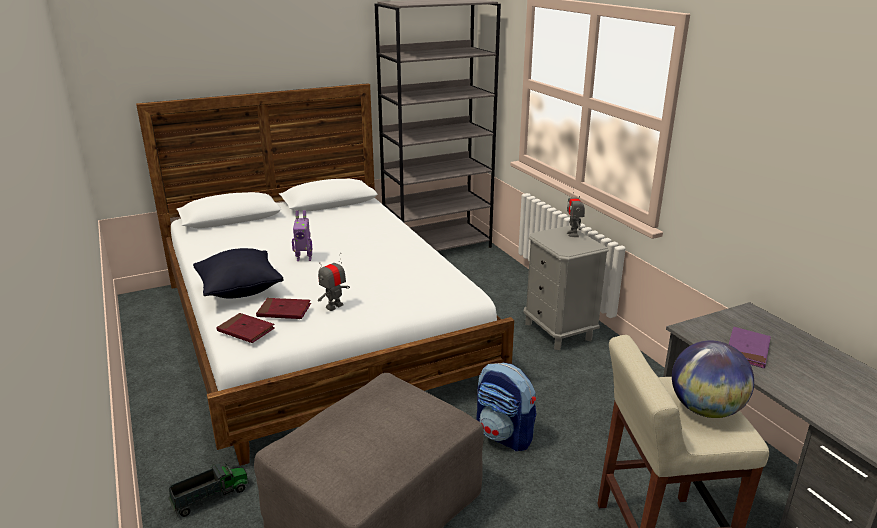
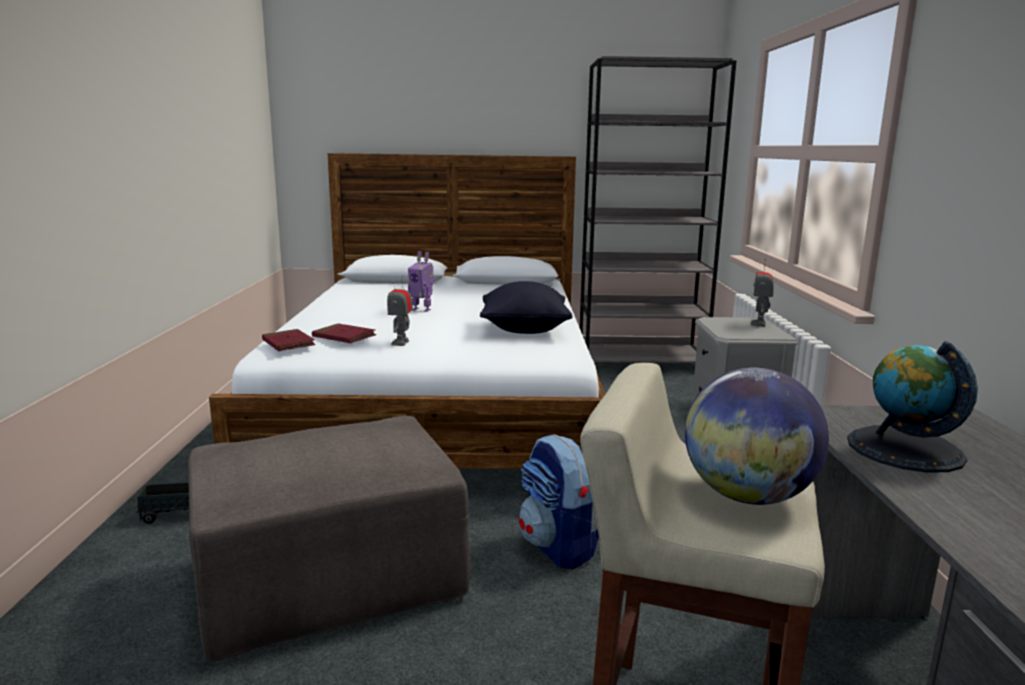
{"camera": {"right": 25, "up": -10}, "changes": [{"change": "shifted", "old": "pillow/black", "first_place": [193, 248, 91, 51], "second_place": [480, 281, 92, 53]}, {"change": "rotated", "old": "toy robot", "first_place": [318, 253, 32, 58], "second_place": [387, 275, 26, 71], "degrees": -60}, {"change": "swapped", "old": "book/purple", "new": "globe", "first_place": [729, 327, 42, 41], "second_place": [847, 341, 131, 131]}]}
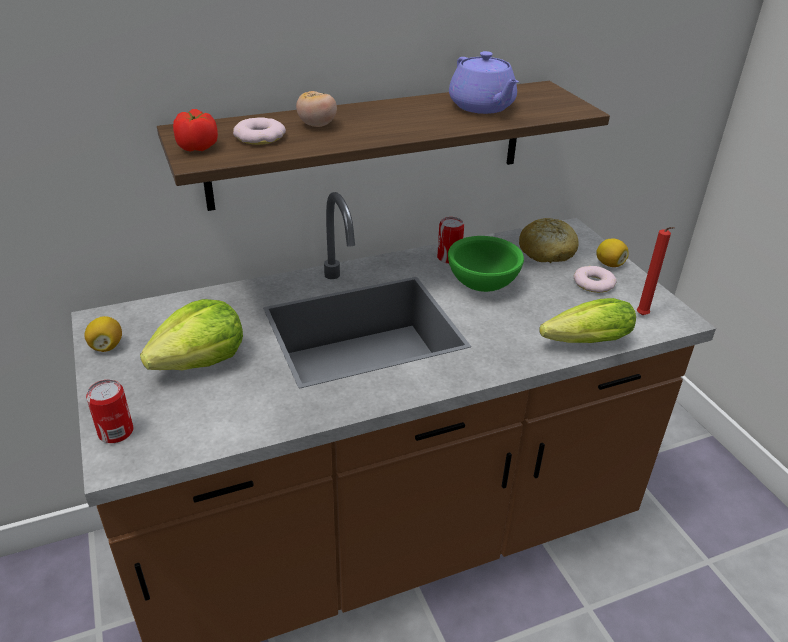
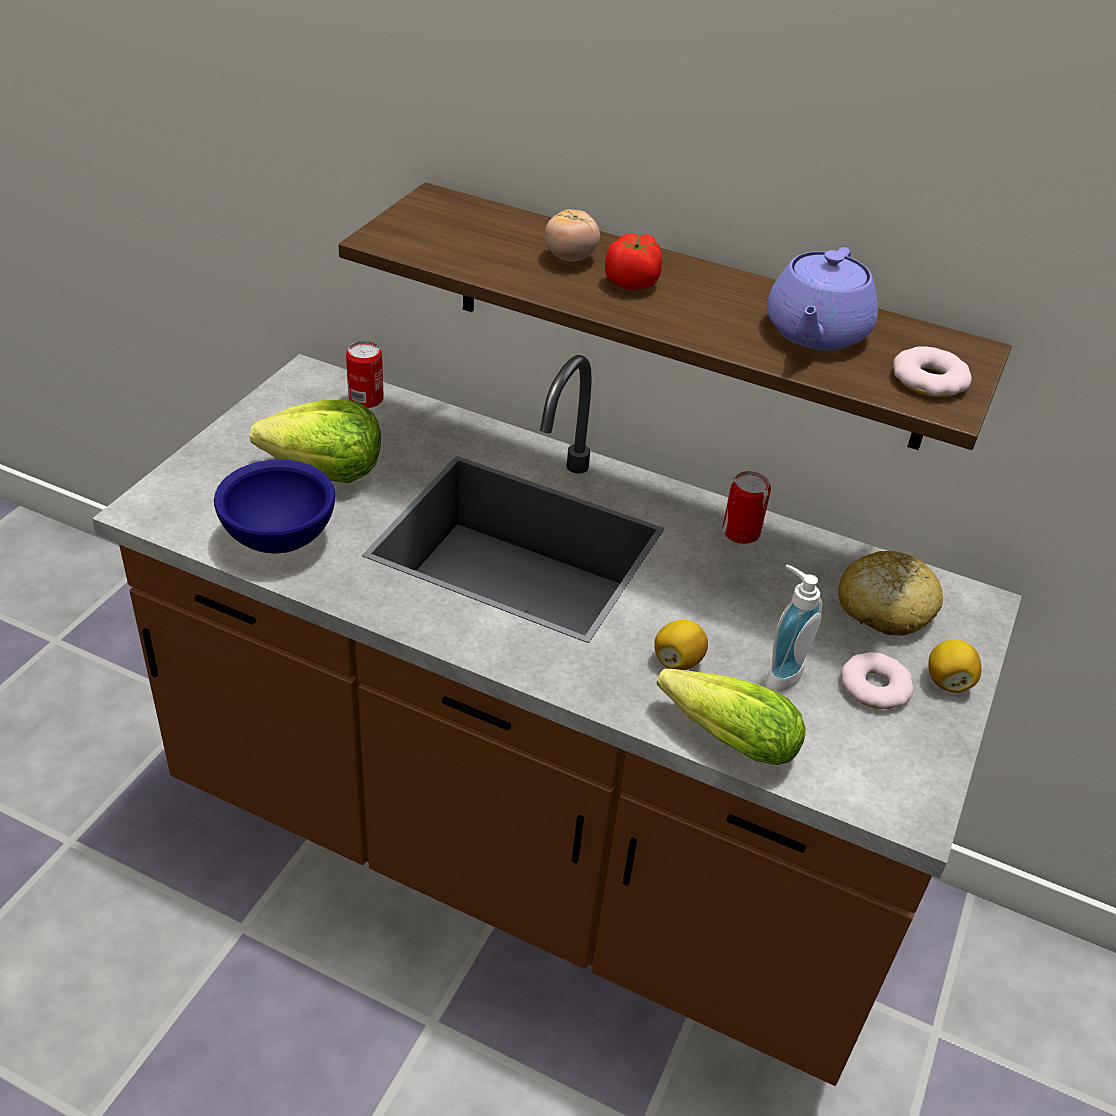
{"camera": {"right": 45, "up": 5}, "changes": [{"change": "shifted", "old": "tomato", "first_place": [173, 109, 45, 43], "second_place": [605, 233, 57, 58]}, {"change": "shifted", "old": "donut", "first_place": [233, 117, 53, 28], "second_place": [893, 346, 79, 51]}, {"change": "gone", "old": "candle/red", "first_place": [637, 227, 38, 88]}, {"change": "gone", "old": "bowl/green", "first_place": [448, 236, 76, 56]}, {"change": "shifted", "old": "lemon", "first_place": [84, 316, 38, 36], "second_place": [655, 620, 53, 50]}, {"change": "shifted", "old": "can", "first_place": [86, 380, 47, 63], "second_place": [346, 341, 38, 67]}, {"change": "new", "new": "bowl/blue", "second_place": [214, 460, 121, 93]}, {"change": "new", "new": "soap dispenser", "second_place": [765, 564, 57, 128]}]}
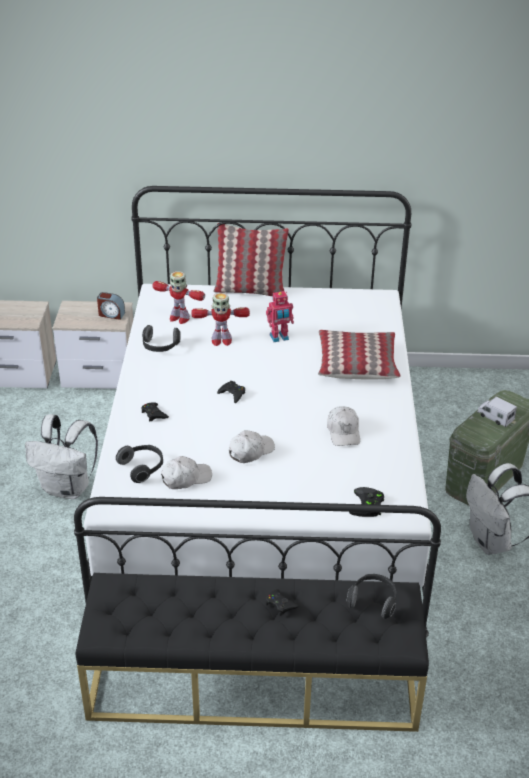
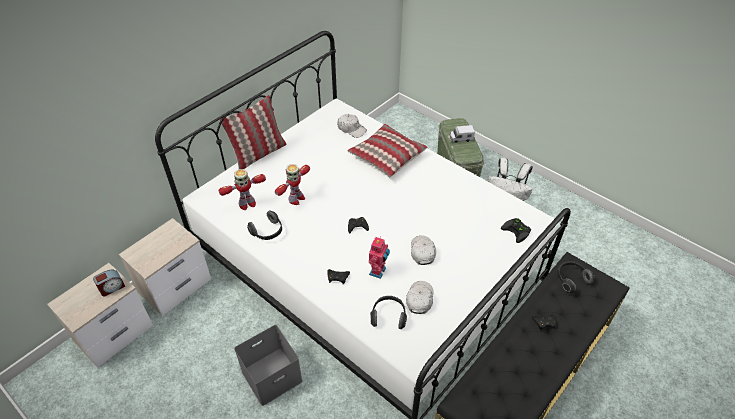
{"camera": {"right": -50, "up": 10}, "changes": [{"change": "shifted", "old": "toy robot", "first_place": [266, 291, 28, 51], "second_place": [369, 236, 21, 43]}, {"change": "shifted", "old": "alarm clock", "first_place": [97, 292, 28, 28], "second_place": [93, 270, 32, 26]}, {"change": "shifted", "old": "cap/white", "first_place": [327, 406, 33, 40], "second_place": [337, 114, 30, 24]}, {"change": "swapped", "old": "backpack/white", "new": "storage box/grey", "first_place": [25, 414, 73, 85], "second_place": [234, 325, 69, 81]}]}
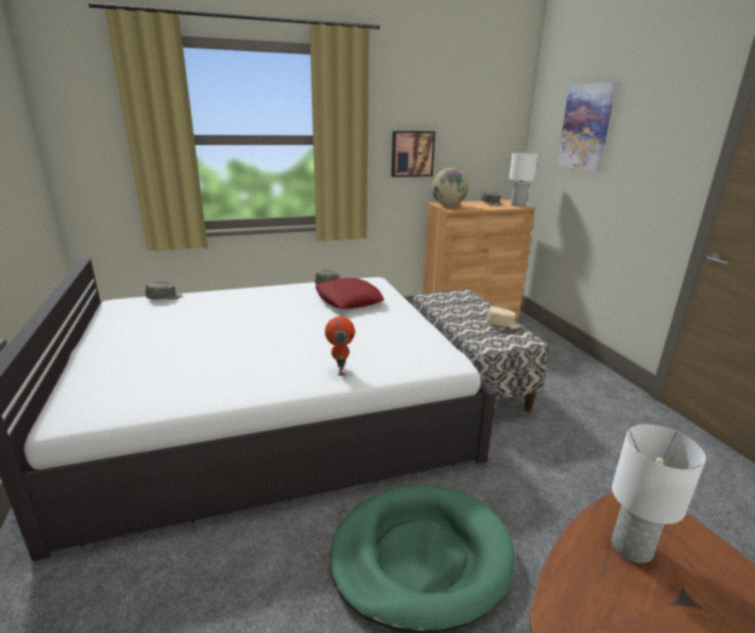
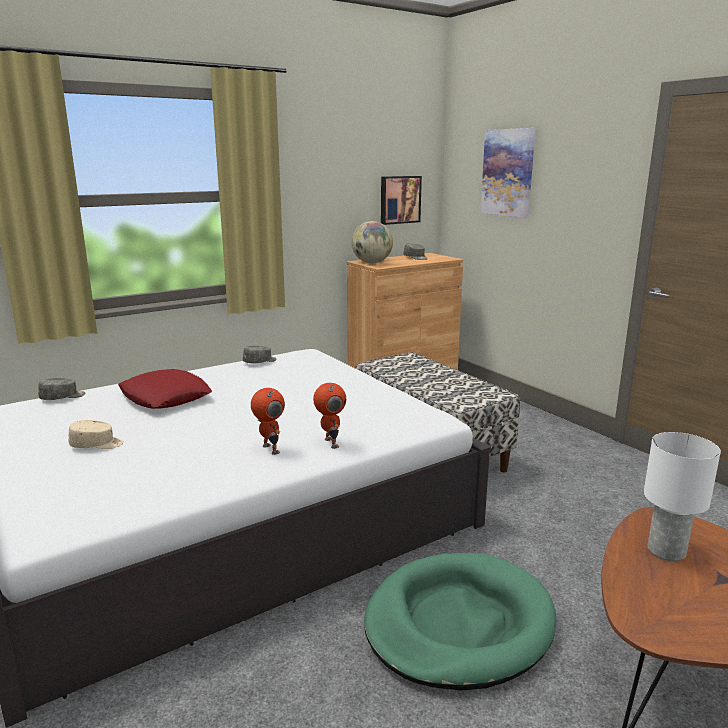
{"camera": {"right": -15, "up": -5}, "changes": [{"change": "shifted", "old": "picture", "first_place": [391, 131, 45, 46], "second_place": [381, 176, 41, 49]}, {"change": "gone", "old": "table lamp/white", "first_place": [509, 153, 29, 54]}, {"change": "shifted", "old": "pillow/red", "first_place": [315, 278, 69, 31], "second_place": [118, 369, 94, 40]}, {"change": "shifted", "old": "cap/beige", "first_place": [486, 307, 35, 21], "second_place": [68, 420, 56, 29]}, {"change": "new", "new": "toy robot", "second_place": [251, 388, 34, 67]}]}
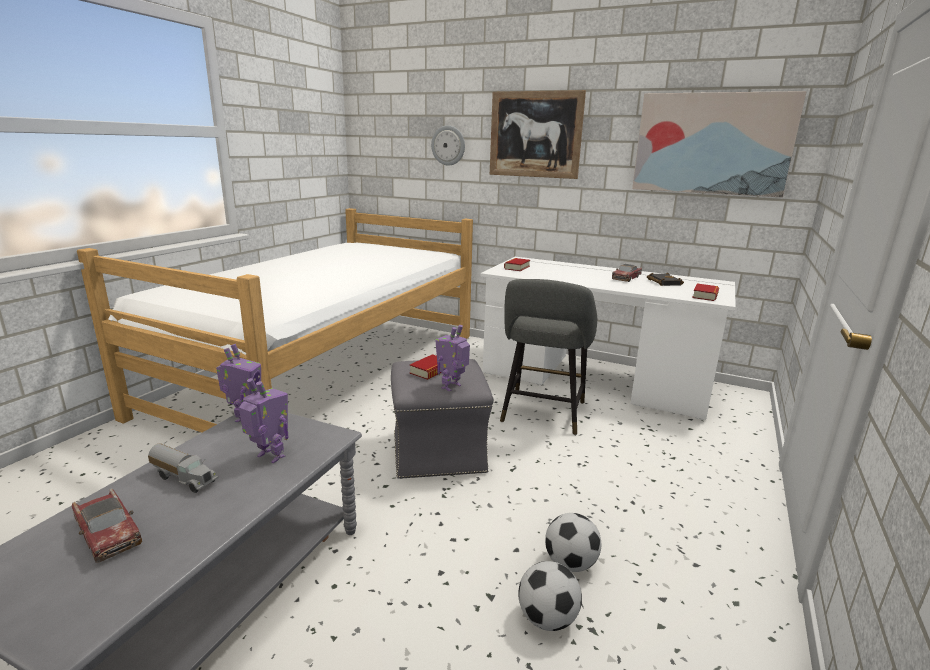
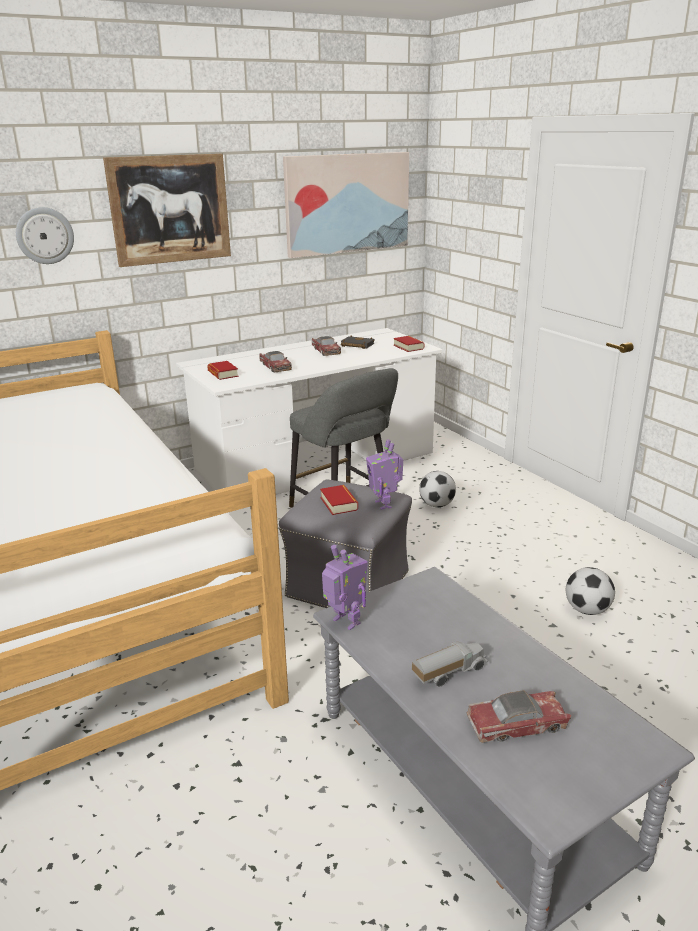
{"camera": {"right": -55, "up": 5}, "changes": [{"change": "gone", "old": "toy robot", "first_place": [239, 378, 49, 85]}, {"change": "shifted", "old": "football", "first_place": [545, 513, 56, 59], "second_place": [419, 471, 37, 36]}, {"change": "new", "new": "toy car", "second_place": [260, 351, 32, 21]}]}
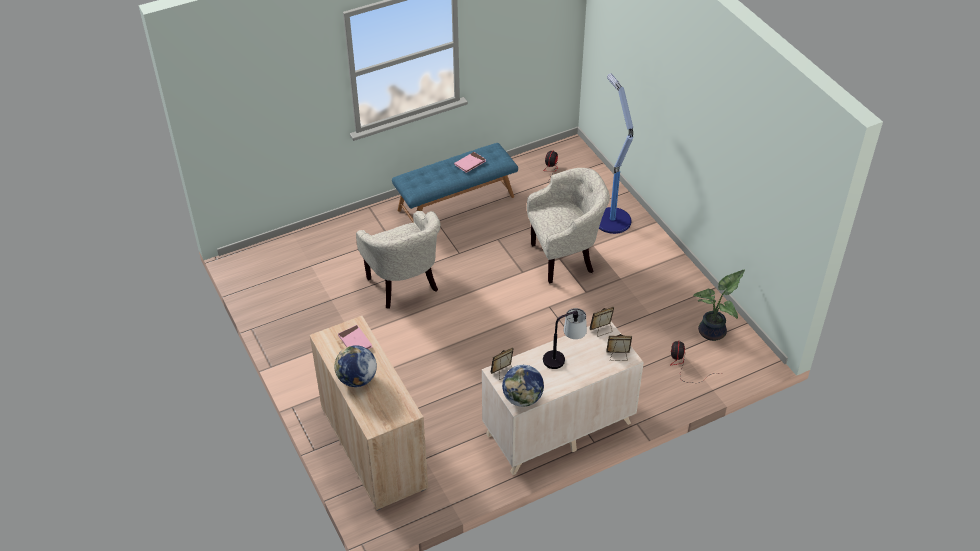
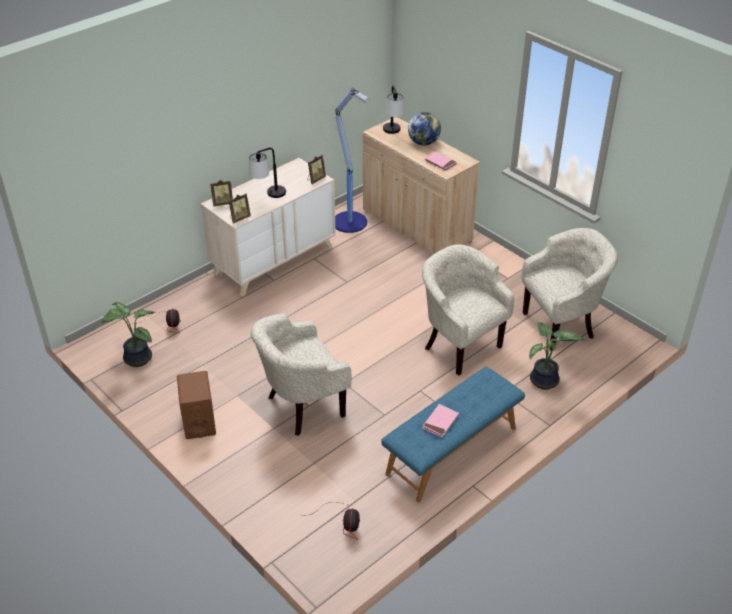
{"camera": {"right": 165, "up": -5}, "changes": [{"change": "shifted", "old": "floor lamp", "first_place": [599, 73, 35, 161], "second_place": [335, 88, 35, 145]}, {"change": "gone", "old": "globe", "first_place": [502, 365, 42, 42]}, {"change": "new", "new": "table lamp", "second_place": [383, 85, 22, 49]}, {"change": "new", "new": "armchair/beige", "second_place": [521, 228, 97, 122]}, {"change": "new", "new": "potted plant", "second_place": [529, 322, 56, 68]}, {"change": "new", "new": "speaker/brown", "second_place": [177, 371, 39, 68]}]}
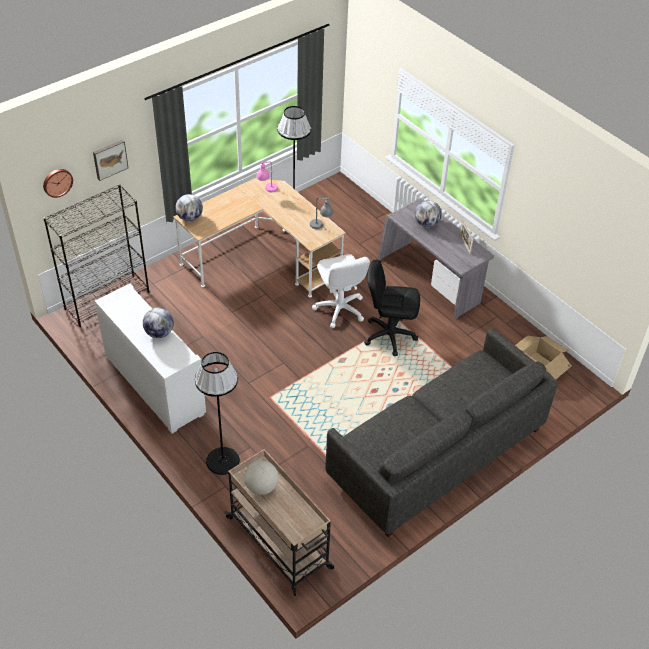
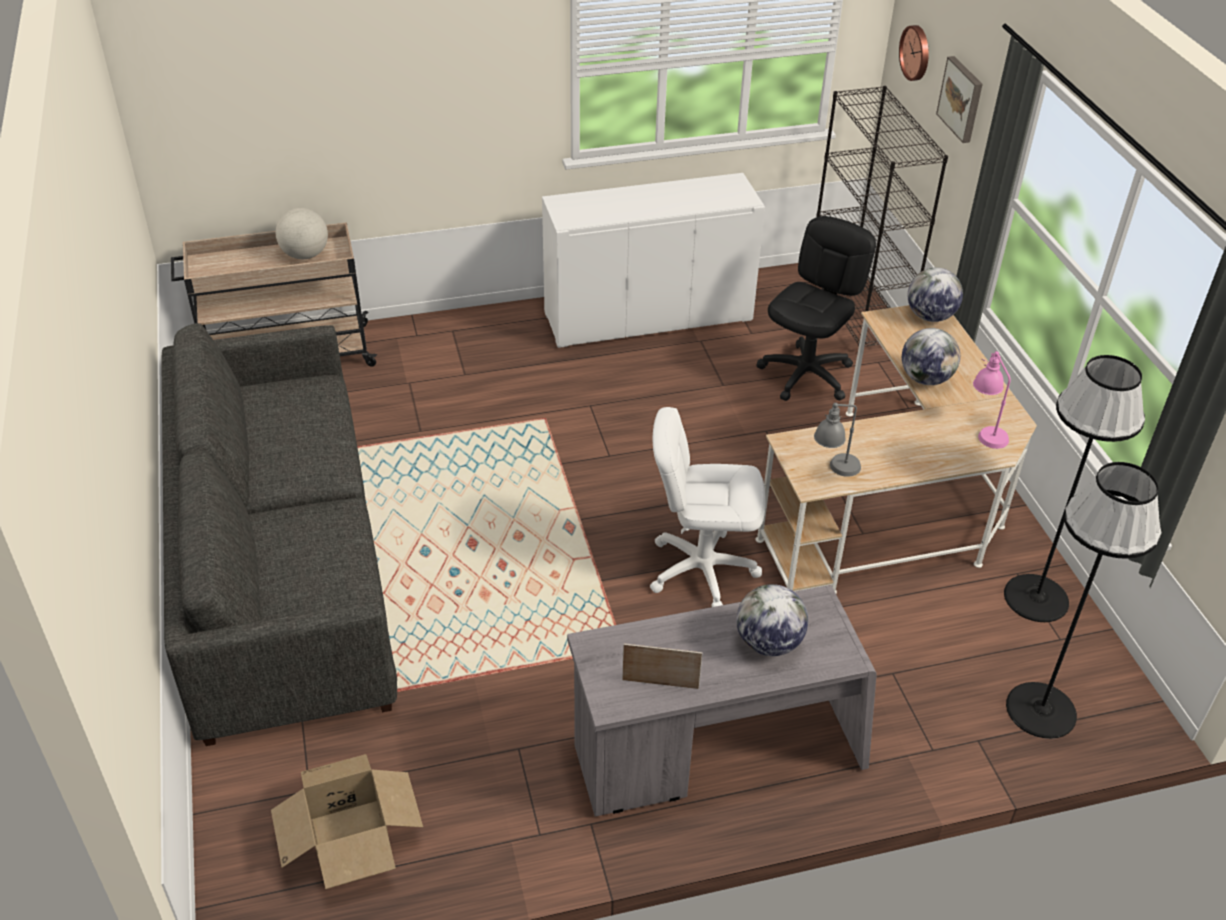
{"camera": {"right": 115, "up": -5}, "changes": [{"change": "shifted", "old": "office chair/black", "first_place": [364, 260, 56, 96], "second_place": [757, 216, 119, 185]}, {"change": "shifted", "old": "globe", "first_place": [143, 308, 31, 30], "second_place": [902, 328, 58, 57]}, {"change": "shifted", "old": "floor lamp/black", "first_place": [195, 352, 45, 123], "second_place": [1006, 462, 156, 277]}]}
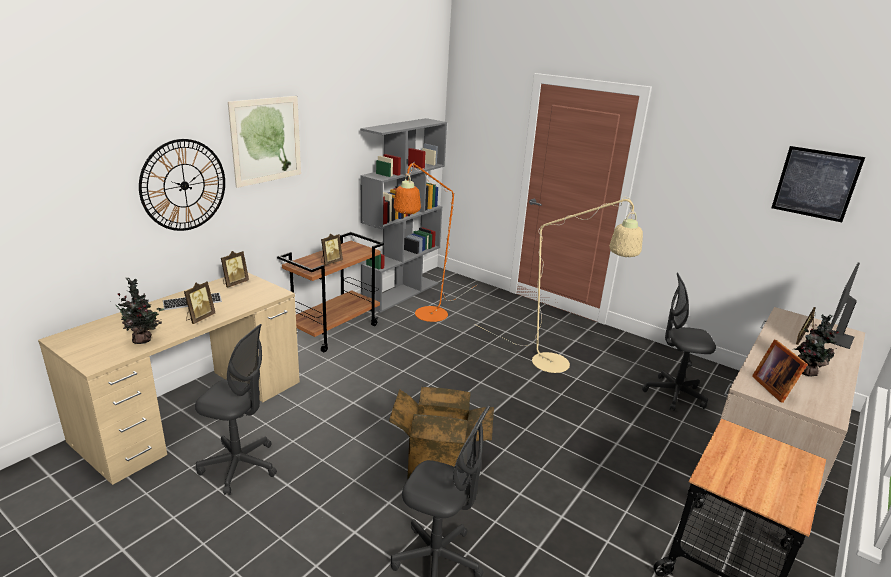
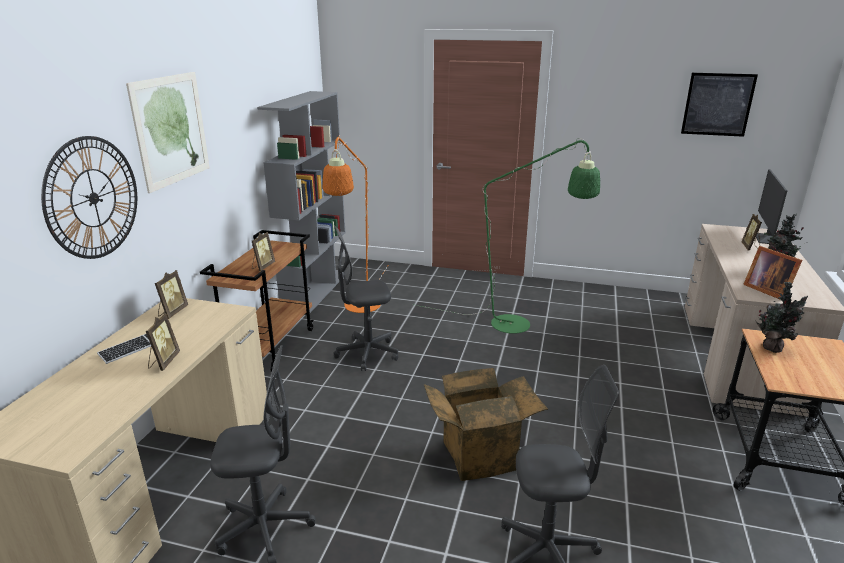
{"camera": {"right": -20, "up": 0}, "changes": [{"change": "repainted", "old": "floor lamp/beige", "new": "floor lamp/green", "first_place": [474, 197, 169, 176], "second_place": [416, 138, 184, 196]}, {"change": "shifted", "old": "office chair/grey", "first_place": [642, 273, 74, 138], "second_place": [333, 226, 65, 145]}, {"change": "shifted", "old": "potted plant", "first_place": [110, 278, 54, 66], "second_place": [755, 282, 53, 71]}]}
